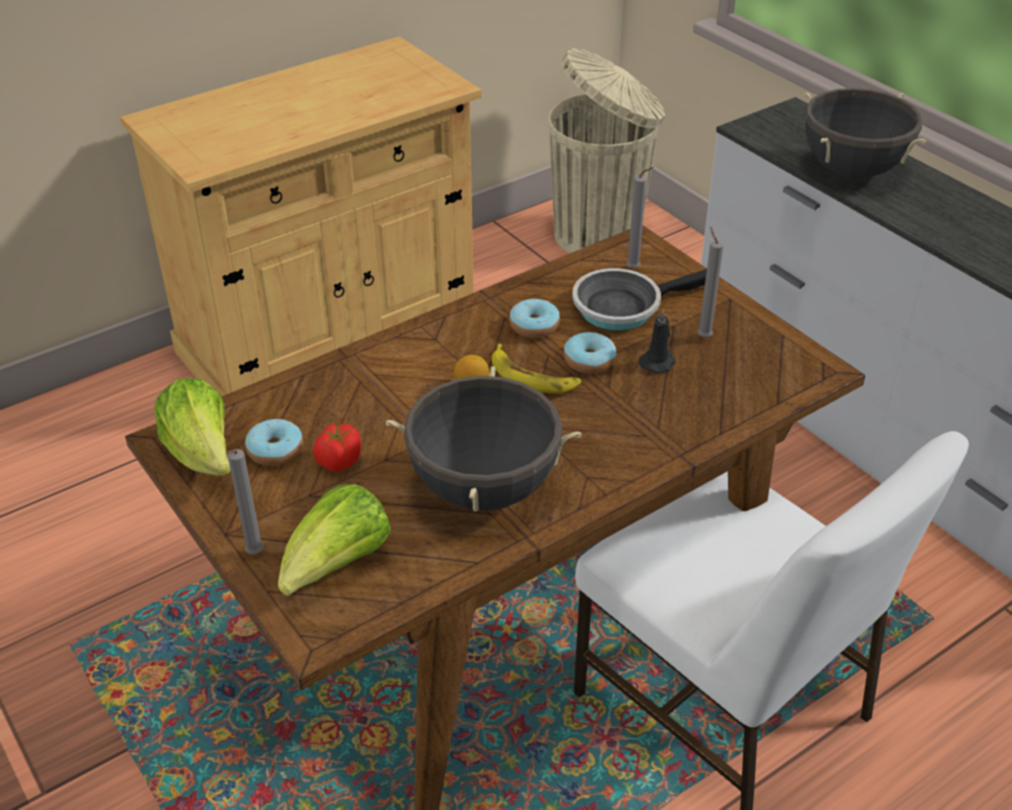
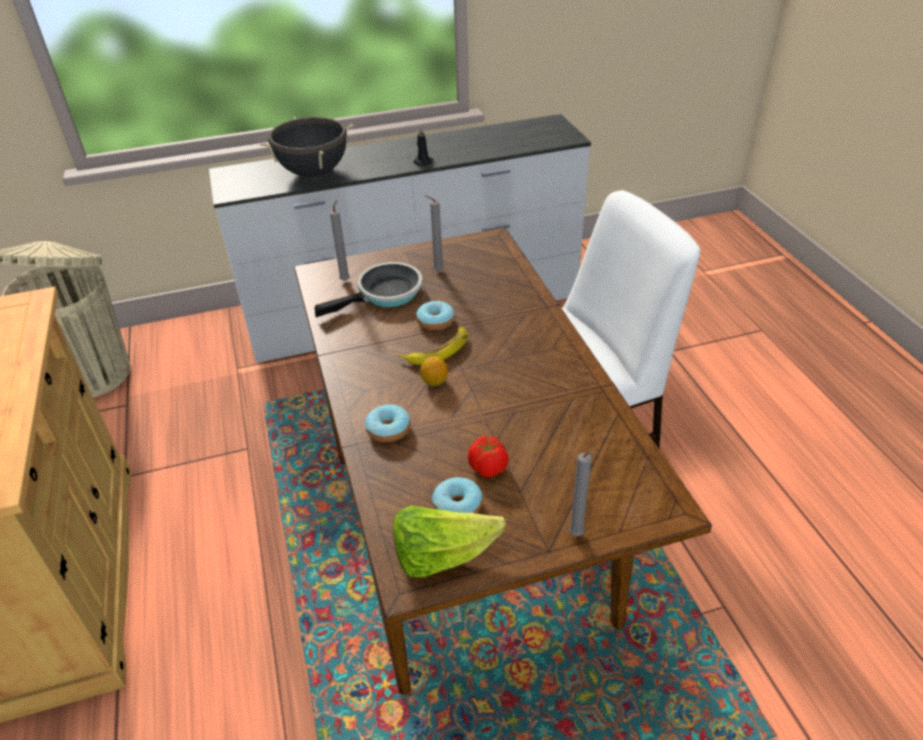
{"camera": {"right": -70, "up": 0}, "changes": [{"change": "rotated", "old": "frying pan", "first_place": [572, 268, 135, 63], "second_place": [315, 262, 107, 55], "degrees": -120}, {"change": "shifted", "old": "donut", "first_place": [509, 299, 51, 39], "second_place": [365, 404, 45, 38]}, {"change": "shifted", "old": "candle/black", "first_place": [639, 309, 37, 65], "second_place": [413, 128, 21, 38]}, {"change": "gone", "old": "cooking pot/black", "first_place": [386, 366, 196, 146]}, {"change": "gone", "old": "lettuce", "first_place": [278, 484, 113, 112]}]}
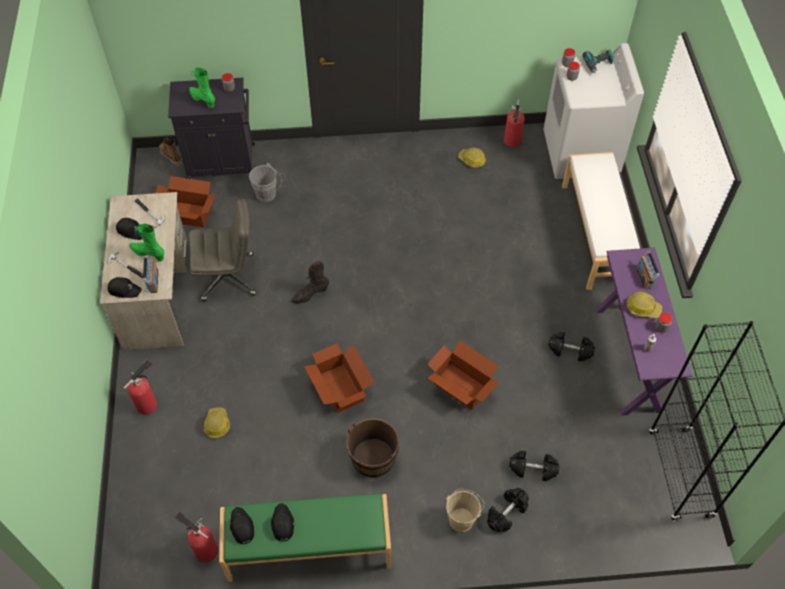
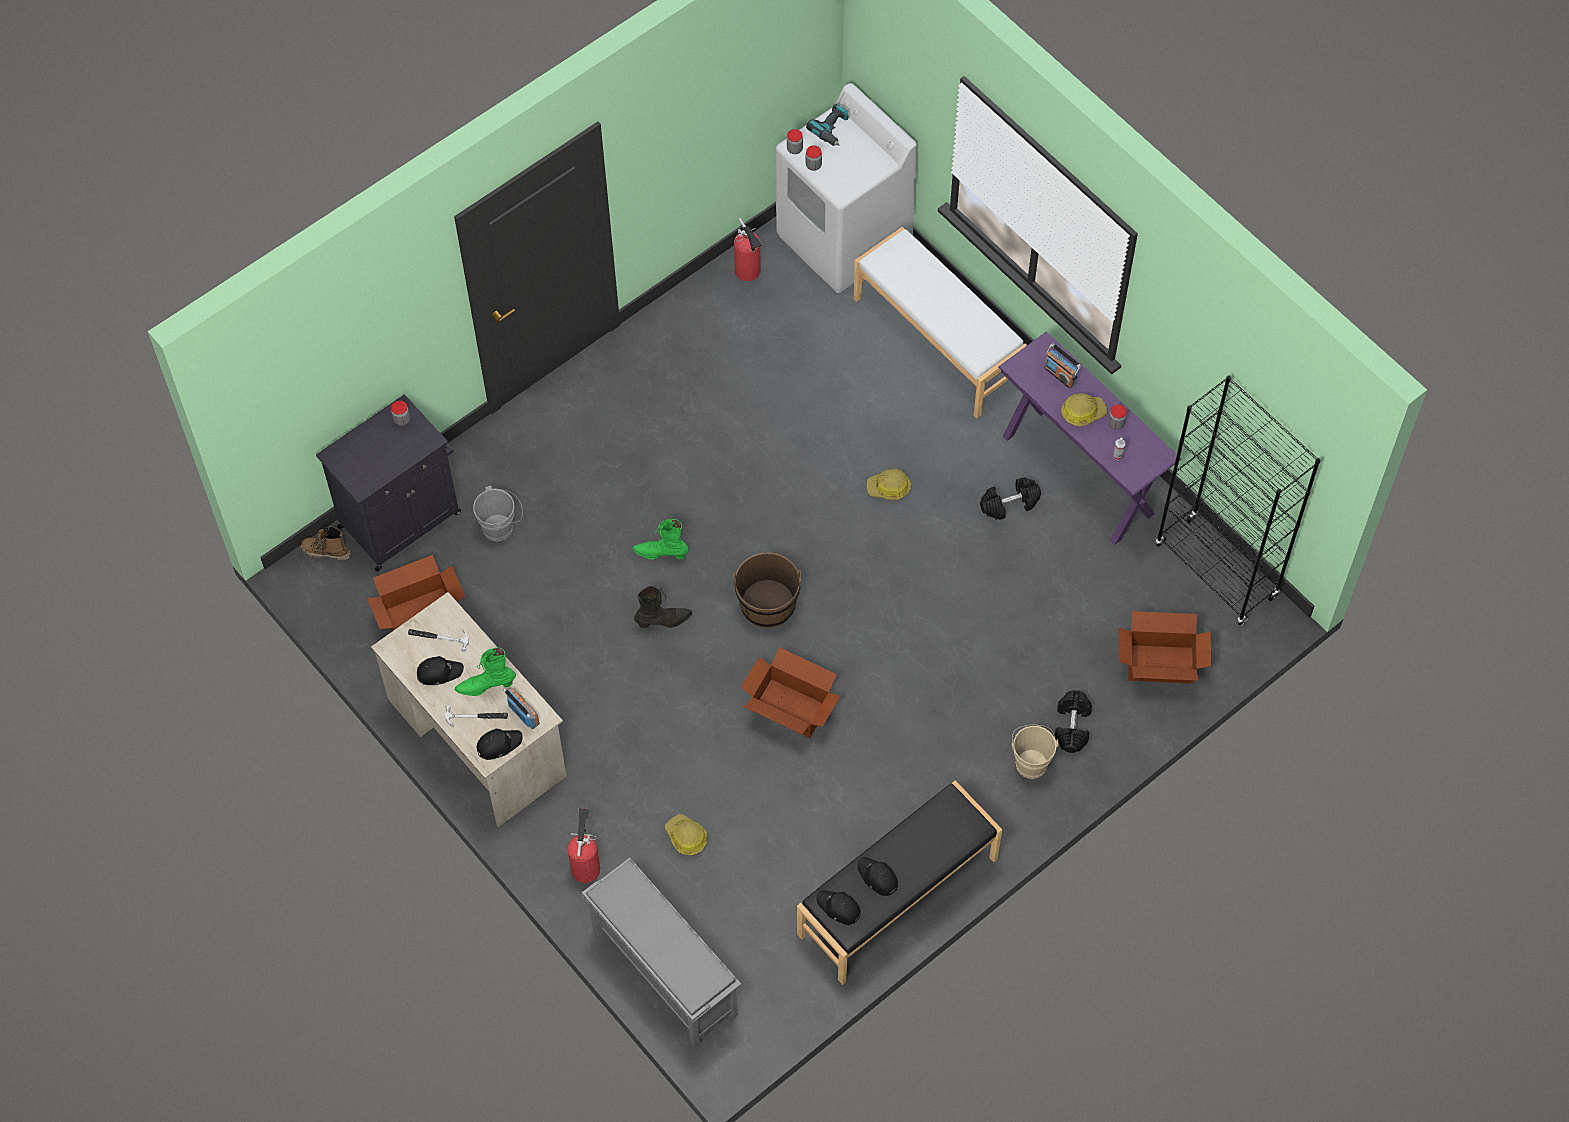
{"camera": {"right": -35, "up": 5}, "changes": [{"change": "shifted", "old": "boot/green", "first_place": [189, 67, 26, 41], "second_place": [633, 519, 56, 41]}, {"change": "shifted", "old": "hard hat", "first_place": [458, 147, 28, 21], "second_place": [867, 469, 44, 31]}, {"change": "gone", "old": "office chair/grey", "first_place": [189, 199, 67, 103]}, {"change": "rotated", "old": "boot/black", "first_place": [292, 261, 37, 42], "second_place": [634, 586, 58, 42], "degrees": -135}, {"change": "shifted", "old": "cardboard box", "first_place": [427, 341, 72, 69], "second_place": [1119, 611, 92, 72]}, {"change": "shifted", "old": "bucket/brown", "first_place": [347, 419, 52, 59], "second_place": [733, 552, 68, 76]}, {"change": "gone", "old": "dumbbell/black", "first_place": [509, 450, 51, 31]}, {"change": "repainted", "old": "bench/green", "new": "bench/black", "first_place": [219, 494, 172, 88], "second_place": [797, 780, 205, 205]}, {"change": "gone", "old": "fire extinguisher", "first_place": [174, 512, 44, 50]}, {"change": "new", "new": "shoe rack/grey", "second_place": [582, 857, 159, 192]}]}
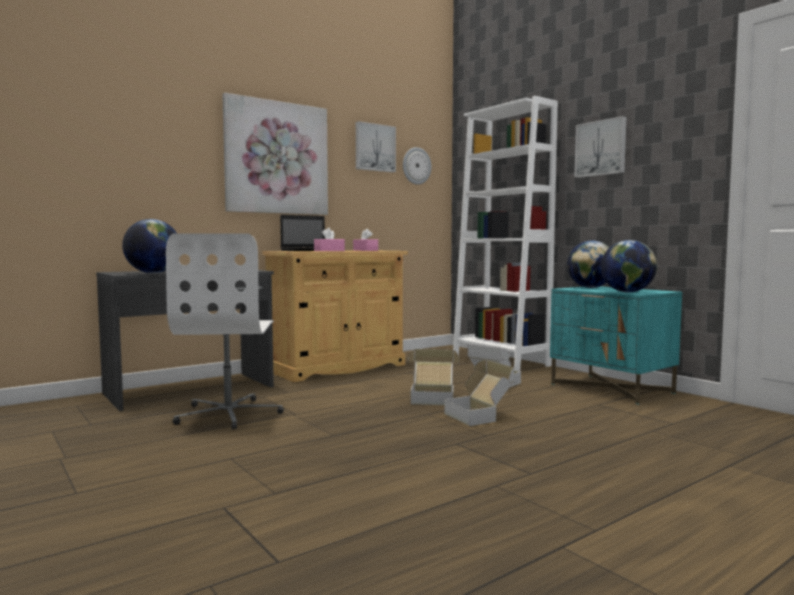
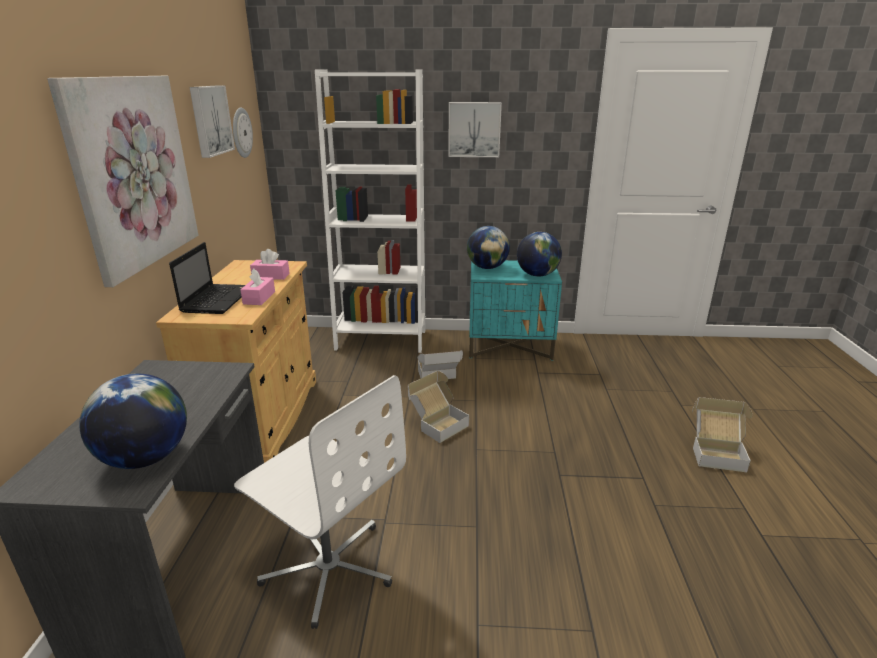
{"camera": {"right": -50, "up": 20}, "changes": [{"change": "shifted", "old": "cardboard box", "first_place": [444, 360, 70, 66], "second_place": [692, 397, 60, 75]}]}
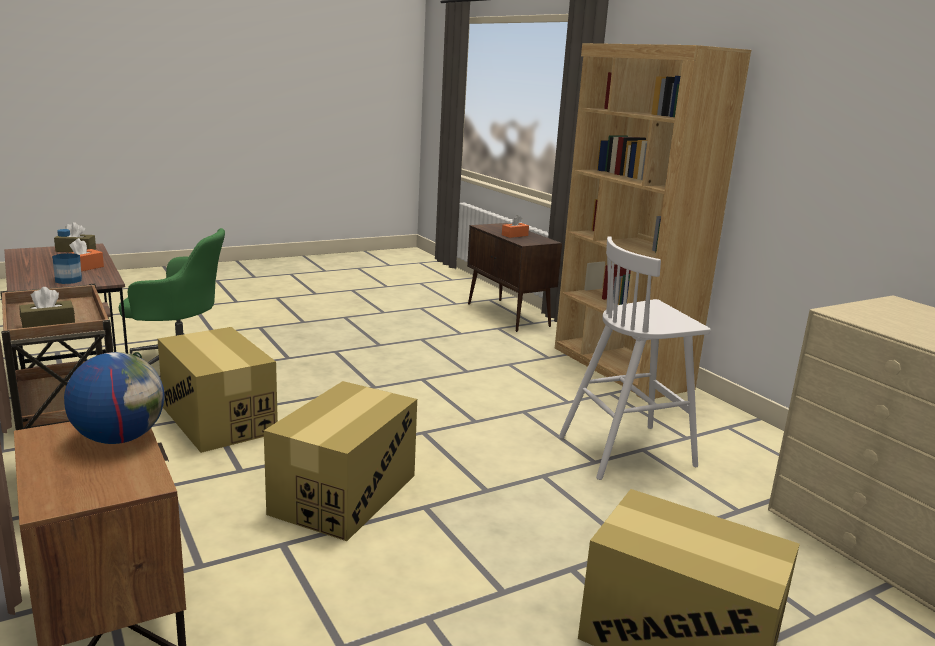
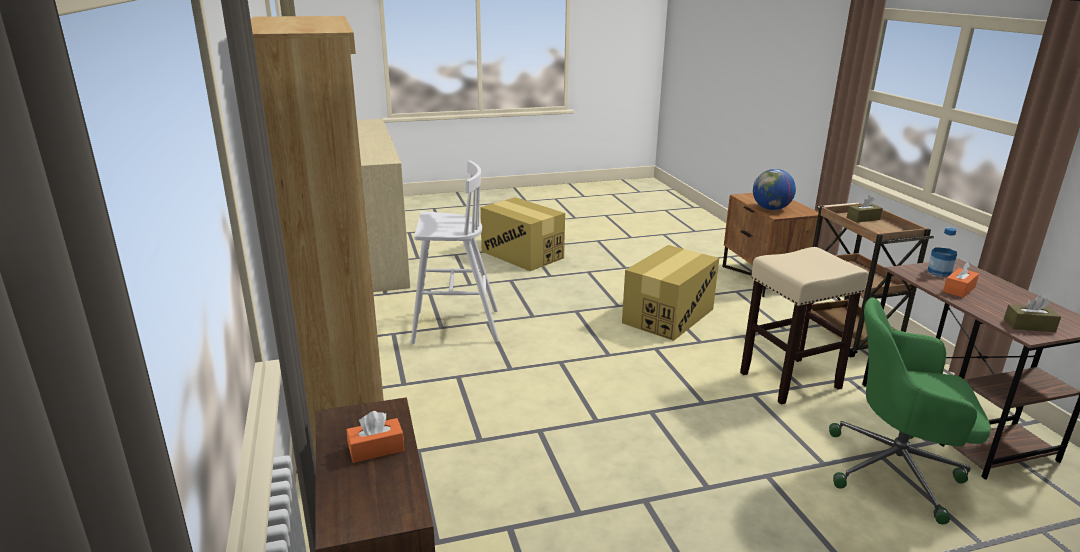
{"camera": {"right": -165, "up": 5}, "changes": [{"change": "swapped", "old": "cardboard box", "new": "stool/beige", "first_place": [158, 327, 120, 126], "second_place": [740, 247, 128, 158]}]}
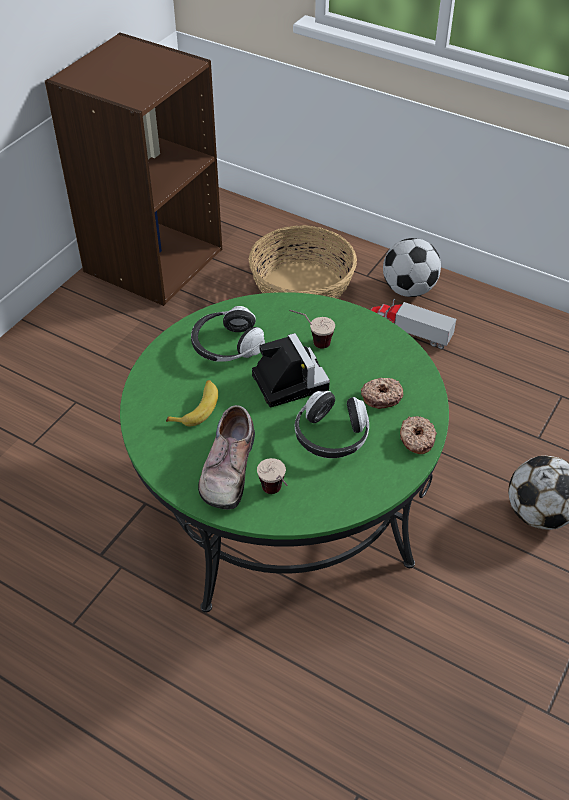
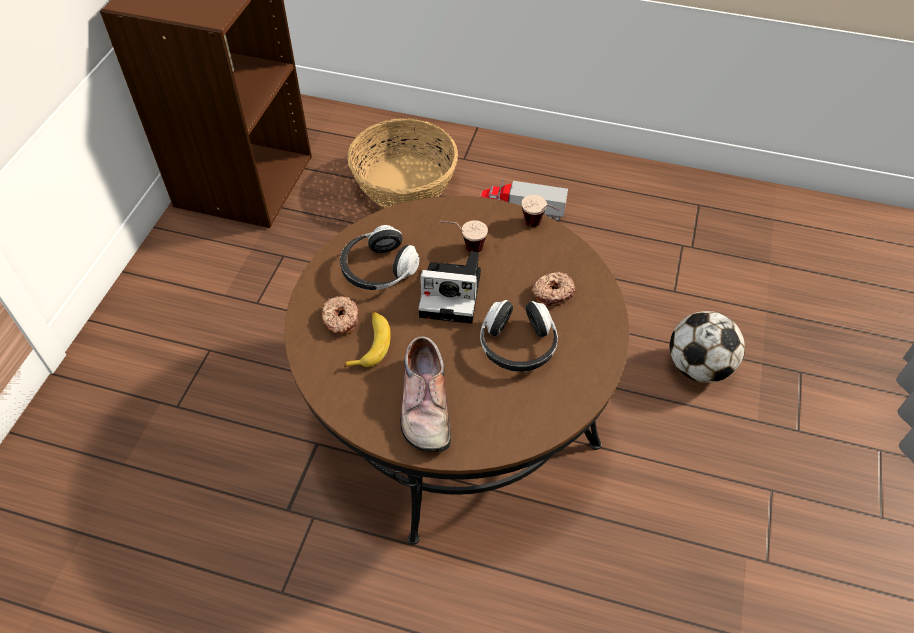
{"camera": {"right": -15, "up": 5}, "changes": [{"change": "gone", "old": "football", "first_place": [383, 238, 58, 59]}, {"change": "repainted", "old": "coffee table/green", "new": "coffee table/brown", "first_place": [120, 292, 329, 320], "second_place": [284, 196, 345, 349]}, {"change": "rotated", "old": "photo camera", "first_place": [252, 333, 78, 74], "second_place": [418, 252, 63, 72], "degrees": 135}, {"change": "shifted", "old": "donut", "first_place": [400, 416, 37, 38], "second_place": [322, 296, 37, 39]}, {"change": "shifted", "old": "cup", "first_place": [257, 458, 31, 36], "second_place": [522, 195, 38, 32]}]}
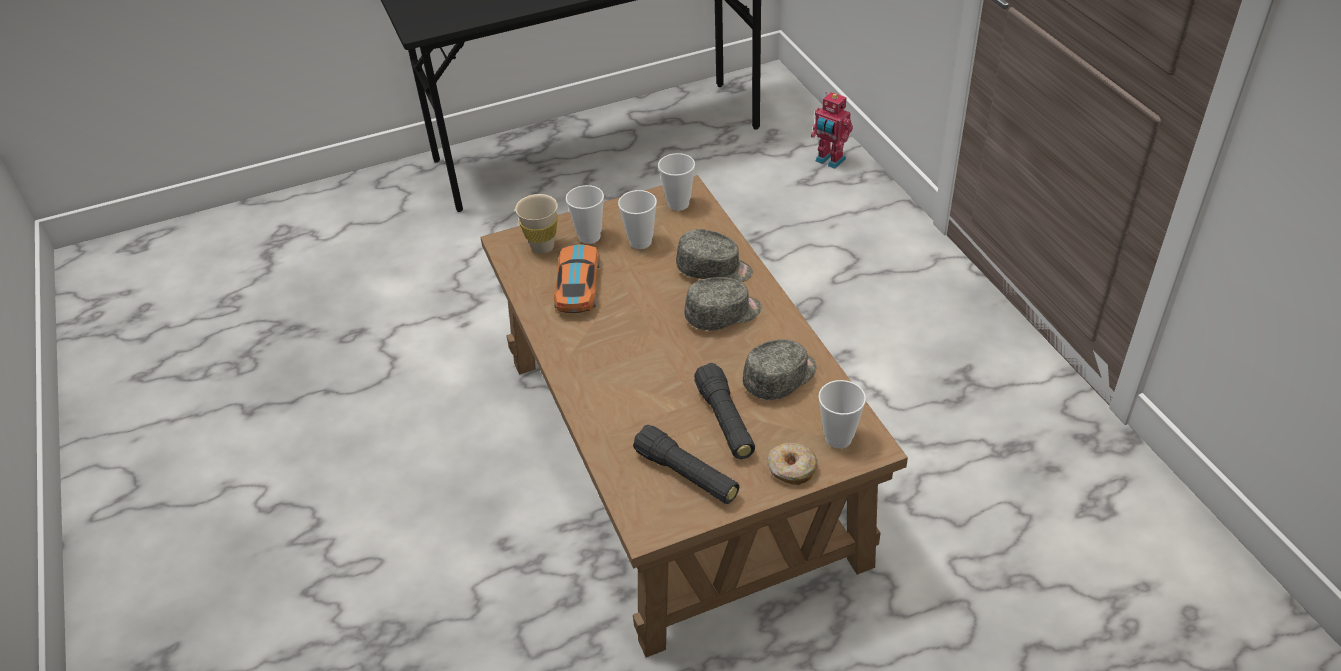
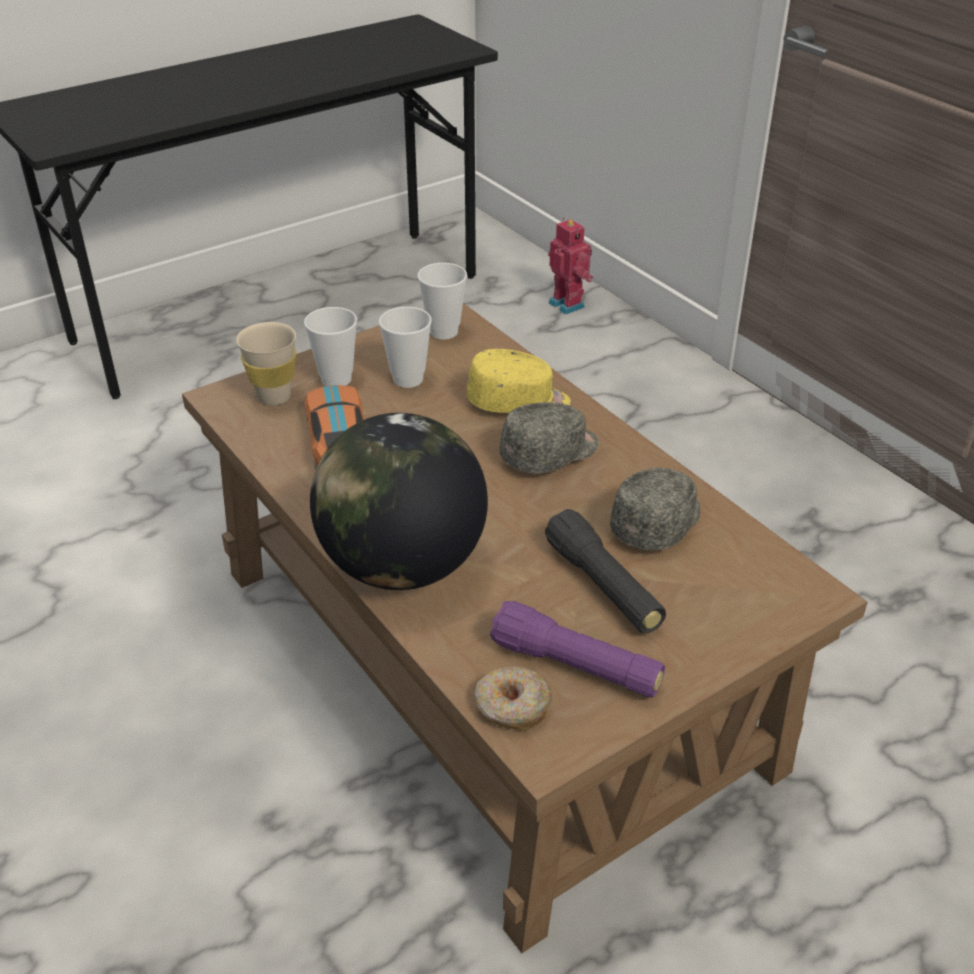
{"camera": {"right": -15, "up": -5}, "changes": [{"change": "rotated", "old": "toy robot", "first_place": [811, 92, 42, 77], "second_place": [548, 217, 45, 98], "degrees": -150}, {"change": "repainted", "old": "cap/grey", "new": "cap/yellow", "first_place": [676, 229, 77, 53], "second_place": [467, 349, 104, 64]}, {"change": "gone", "old": "cup", "first_place": [818, 380, 48, 69]}, {"change": "repainted", "old": "flashlight/black", "new": "flashlight/purple", "first_place": [633, 425, 106, 79], "second_place": [490, 601, 175, 97]}, {"change": "shifted", "old": "donut", "first_place": [768, 443, 50, 42], "second_place": [475, 666, 78, 64]}, {"change": "new", "new": "globe", "second_place": [310, 413, 178, 177]}]}
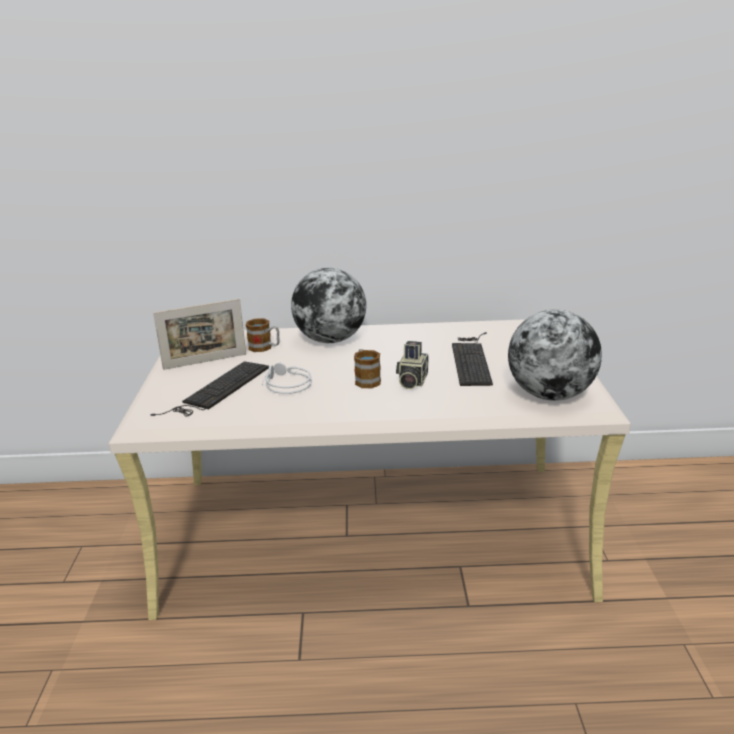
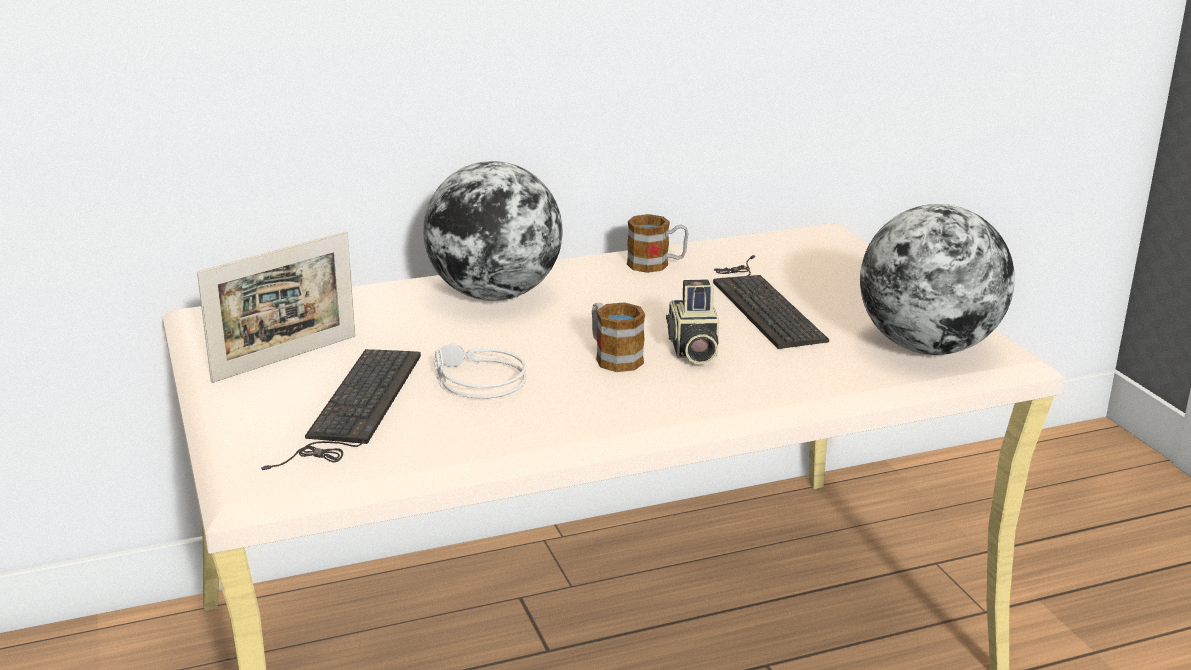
{"camera": {"right": -20, "up": 0}, "changes": [{"change": "shifted", "old": "mug", "first_place": [246, 318, 34, 34], "second_place": [627, 214, 61, 59]}]}
